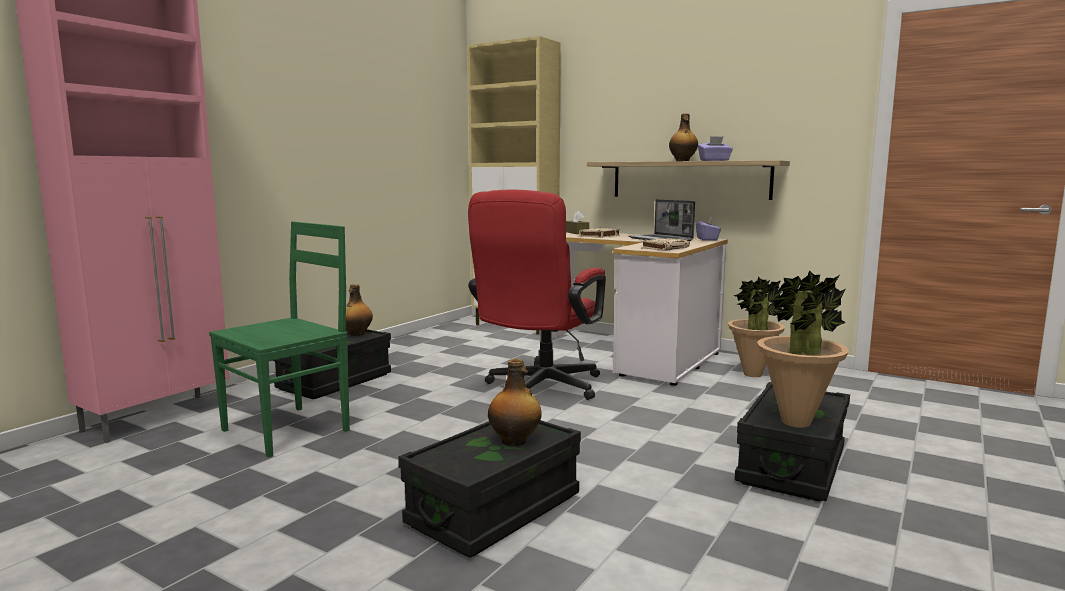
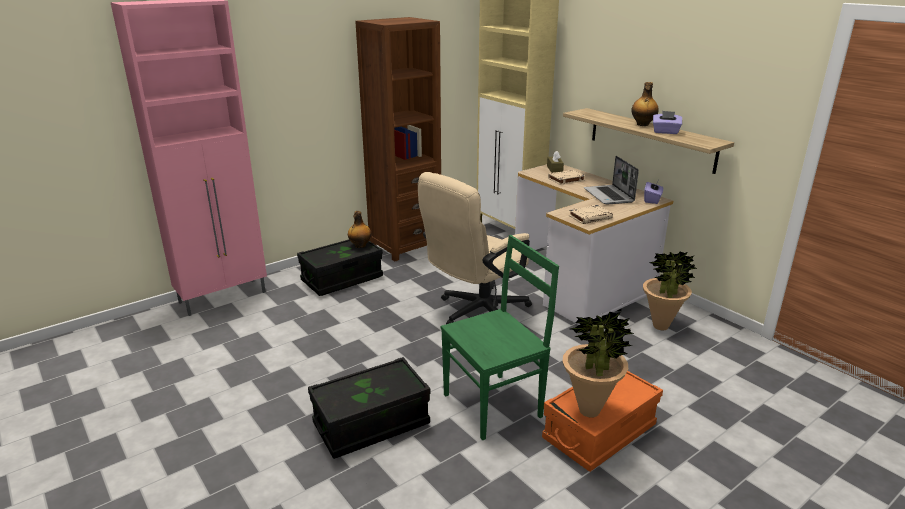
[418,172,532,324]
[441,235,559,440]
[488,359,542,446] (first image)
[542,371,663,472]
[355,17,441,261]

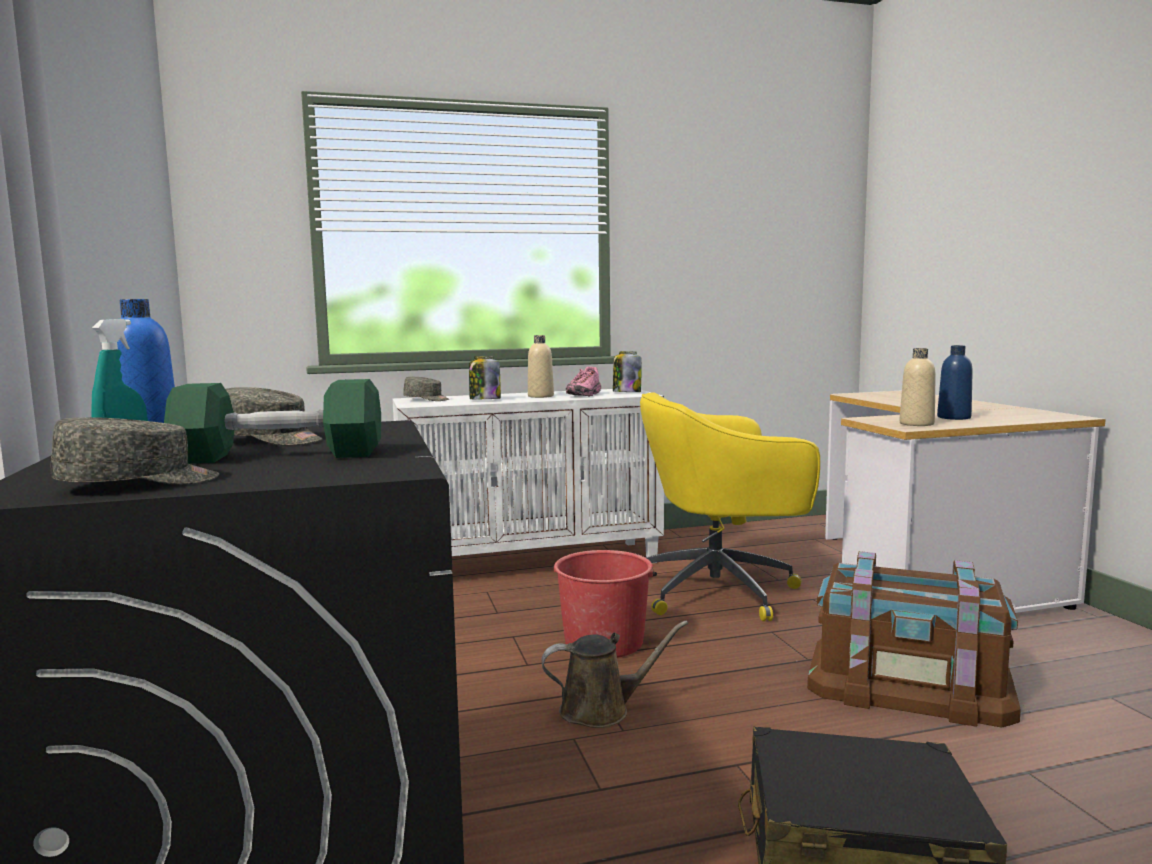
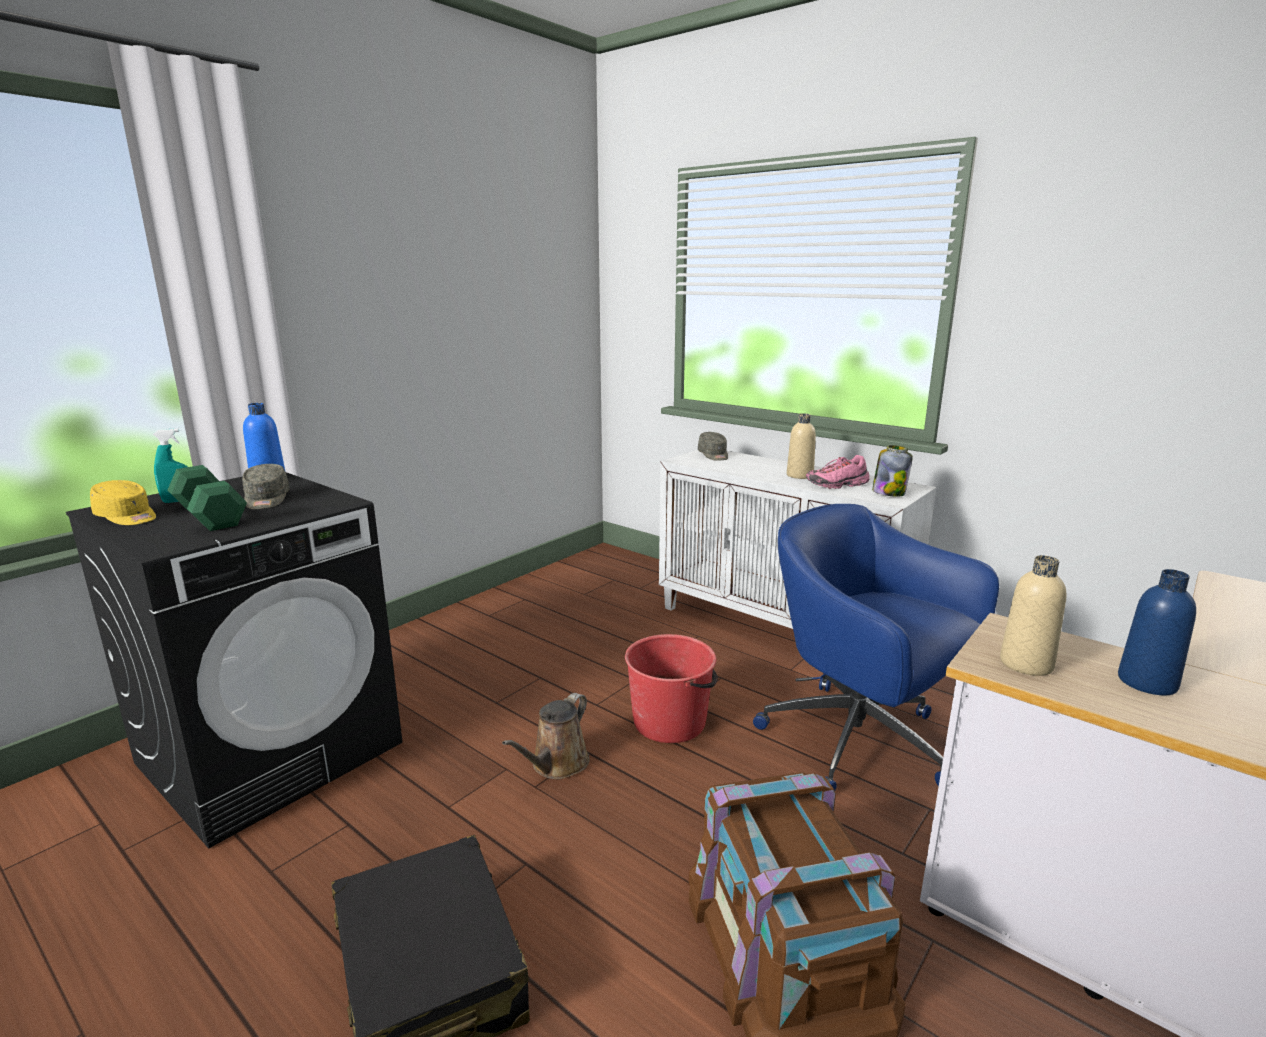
[469,356,501,399] (first image)
[753,504,999,790]
[90,480,156,525]
[502,693,590,779]

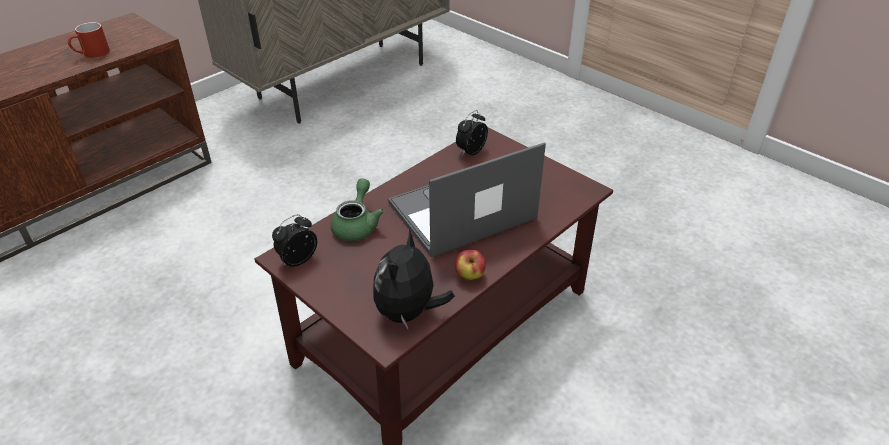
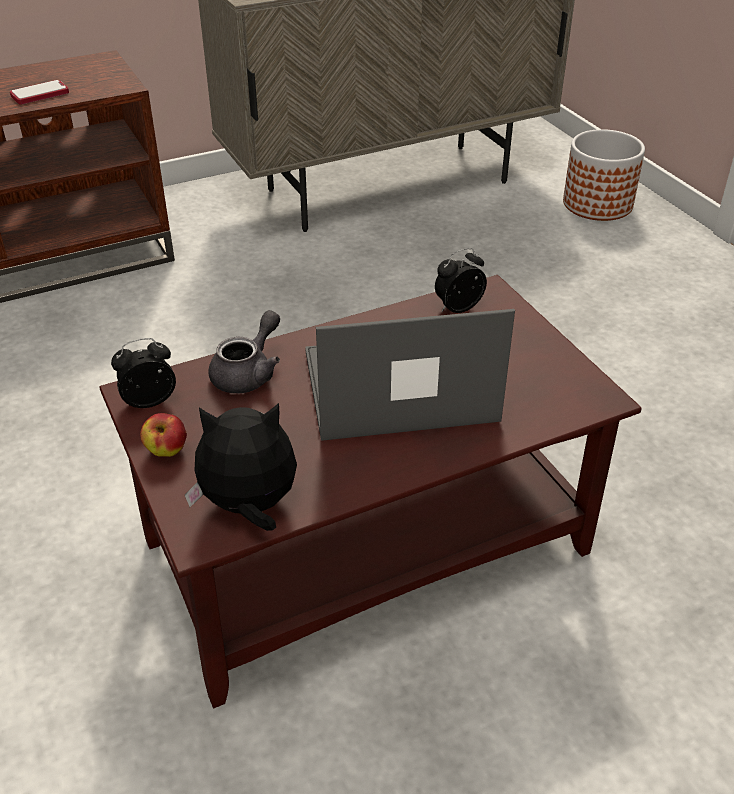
[10,80,69,104]
[209,310,280,393]
[185,403,297,531]
[140,413,187,457]
[563,129,645,221]

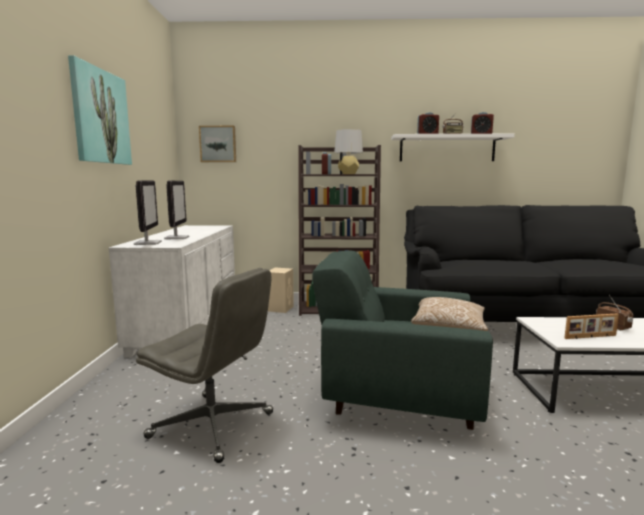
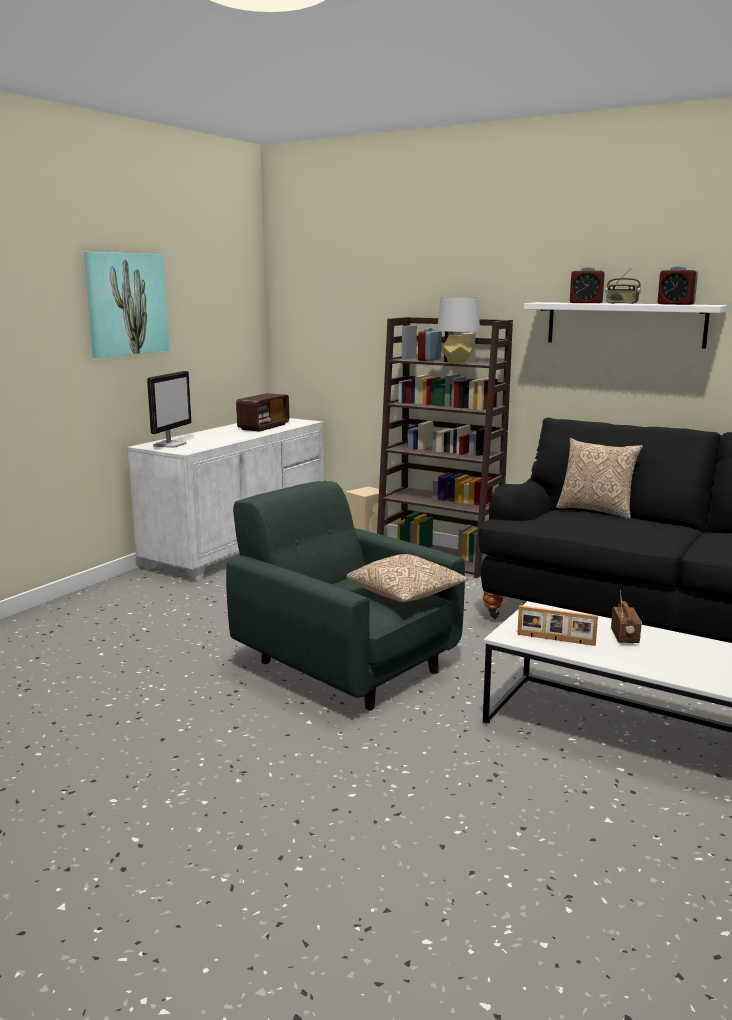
[199,126,236,162] (first image)
[164,181,189,239] (first image)
[136,268,273,463] (first image)
[236,393,289,432]
[556,438,643,519]

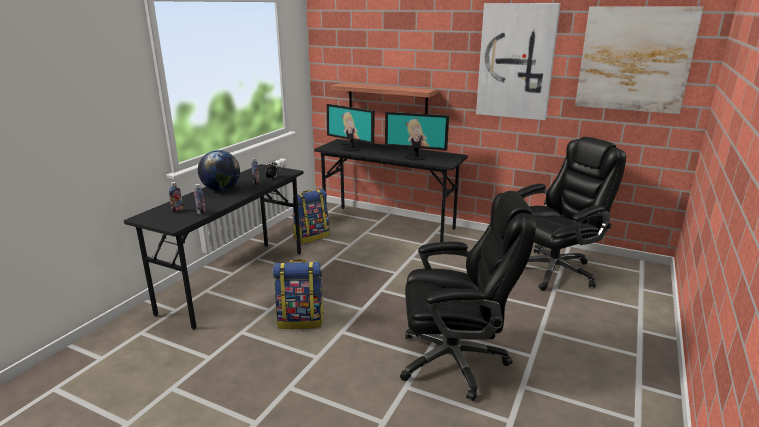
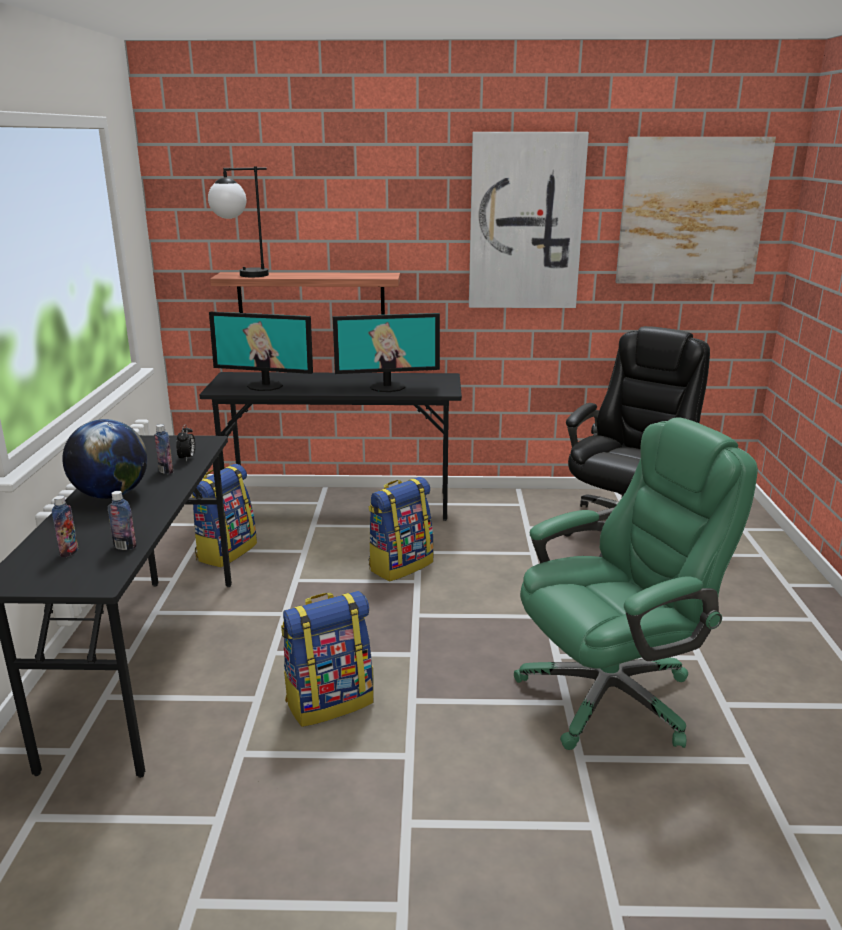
[514,417,758,750]
[208,166,269,277]
[368,477,434,581]

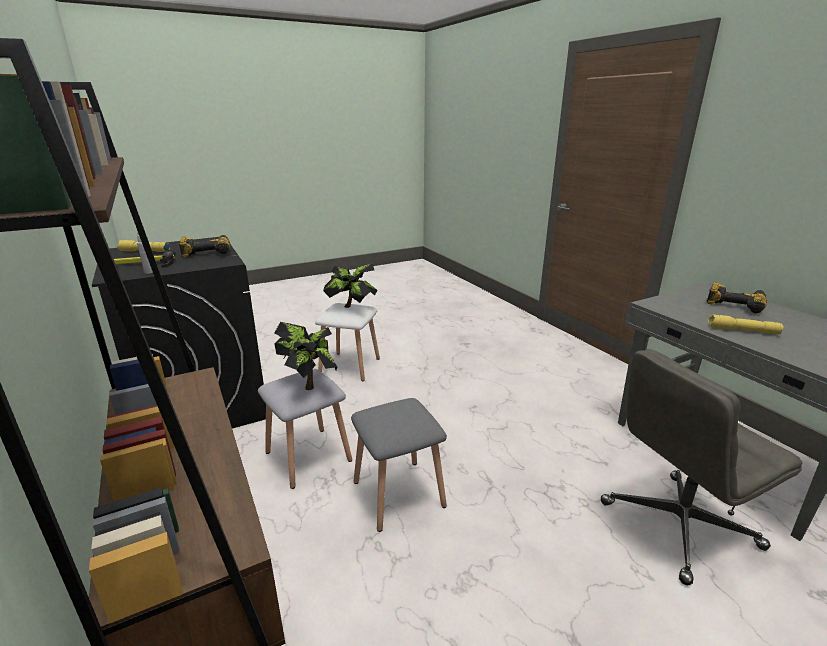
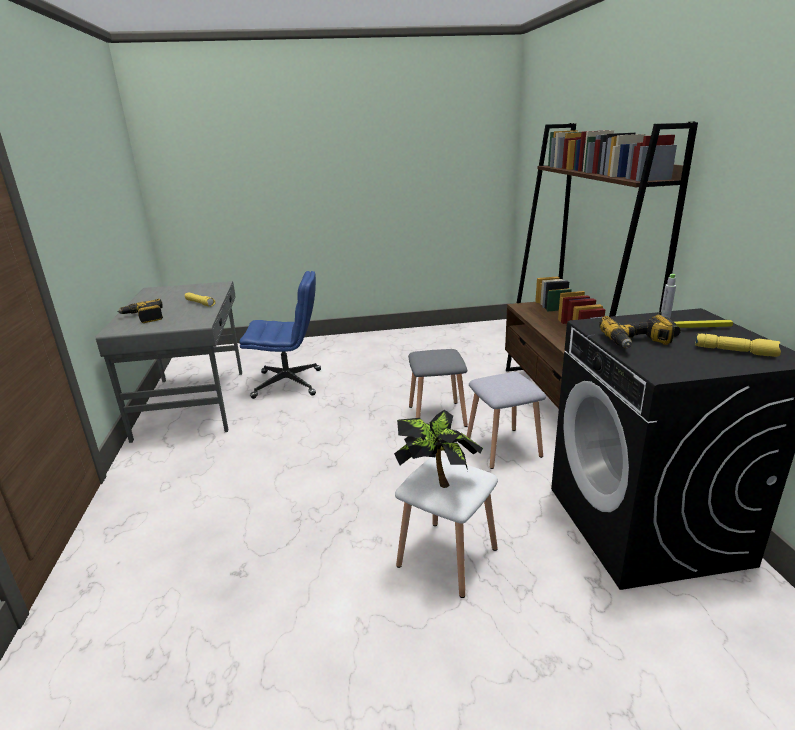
[274,322,337,390] (first image)
[240,271,321,399]

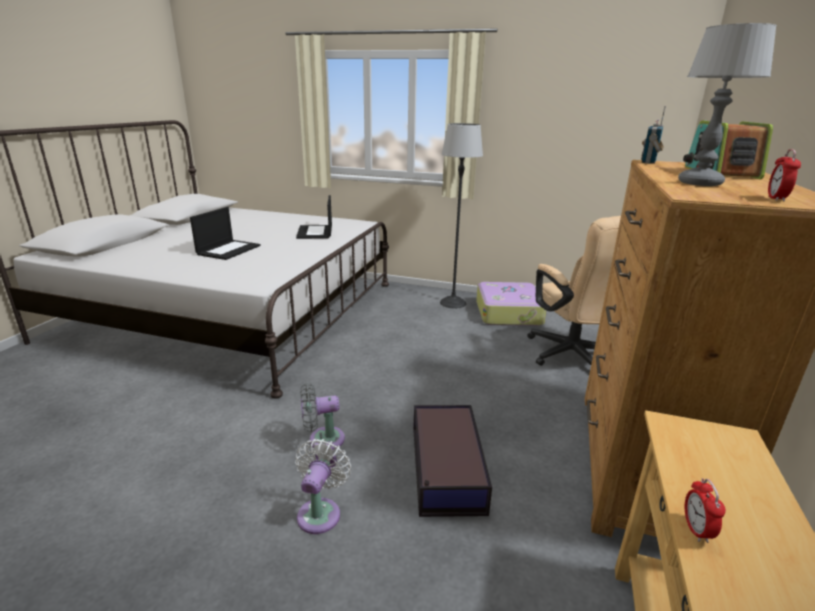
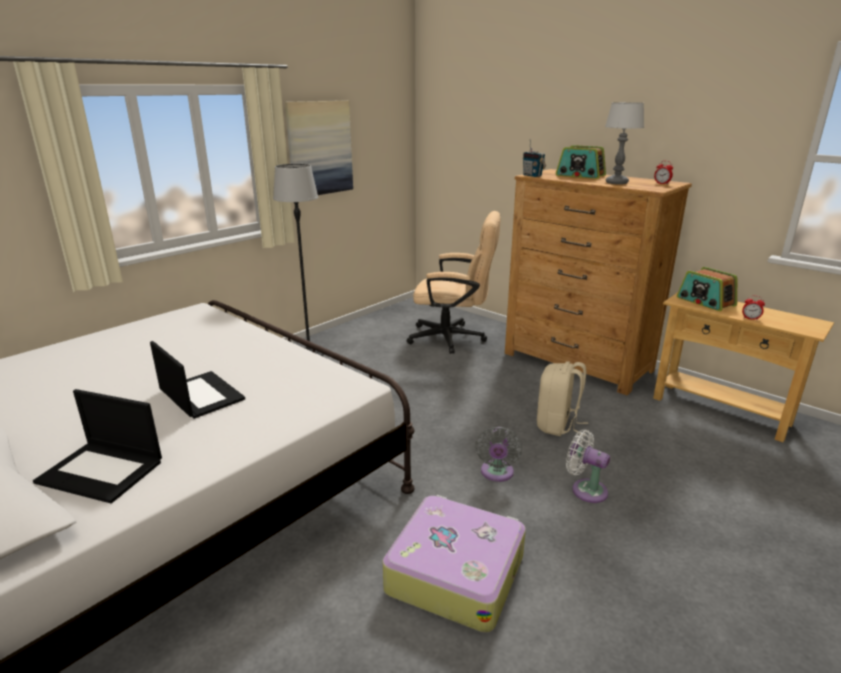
[33,389,162,503]
[382,495,526,633]
[537,361,588,436]
[285,101,353,195]
[677,267,737,311]

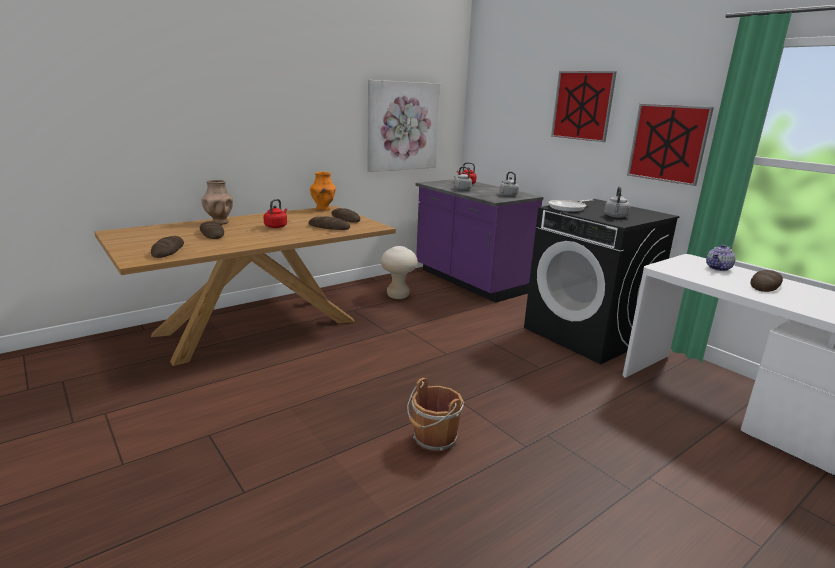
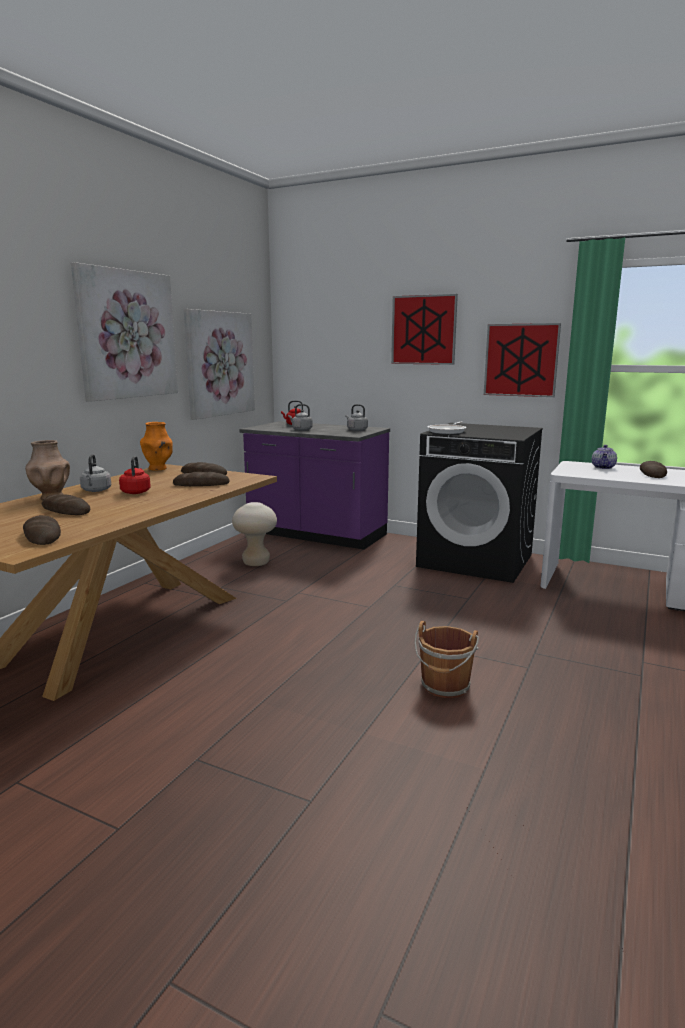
[80,454,111,492]
[71,262,178,402]

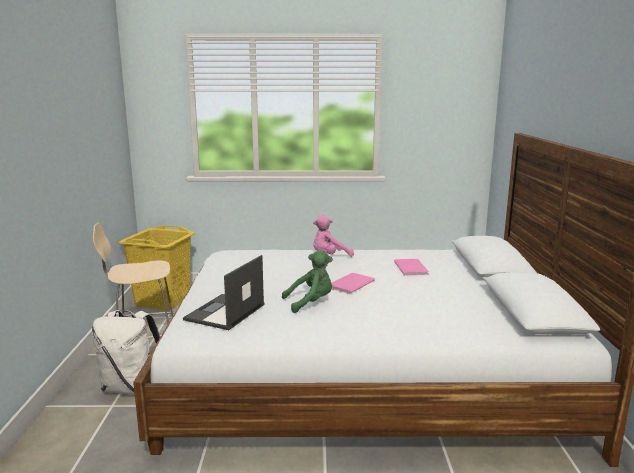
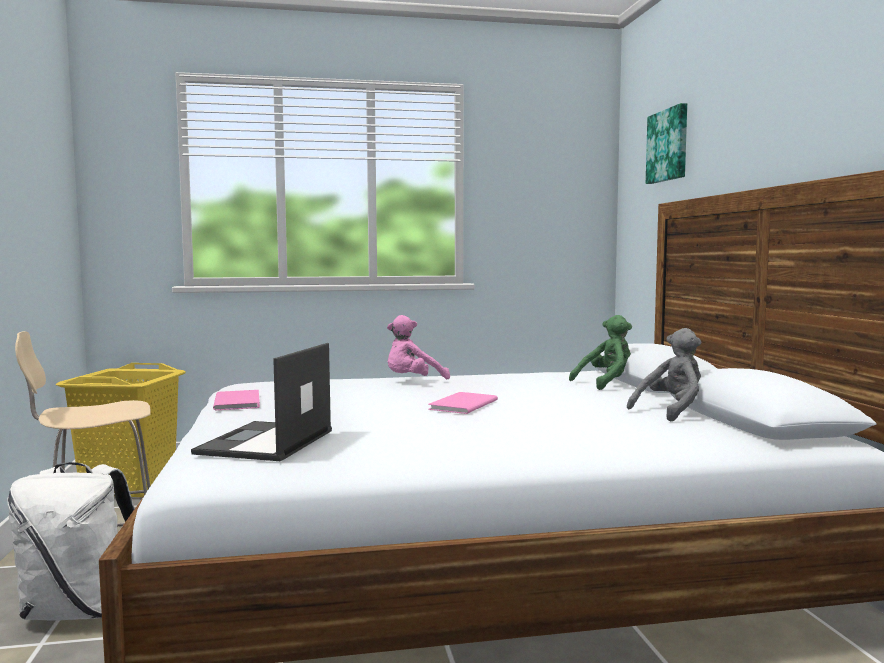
[569,315,632,390]
[213,390,260,410]
[646,103,687,184]
[627,328,701,422]

